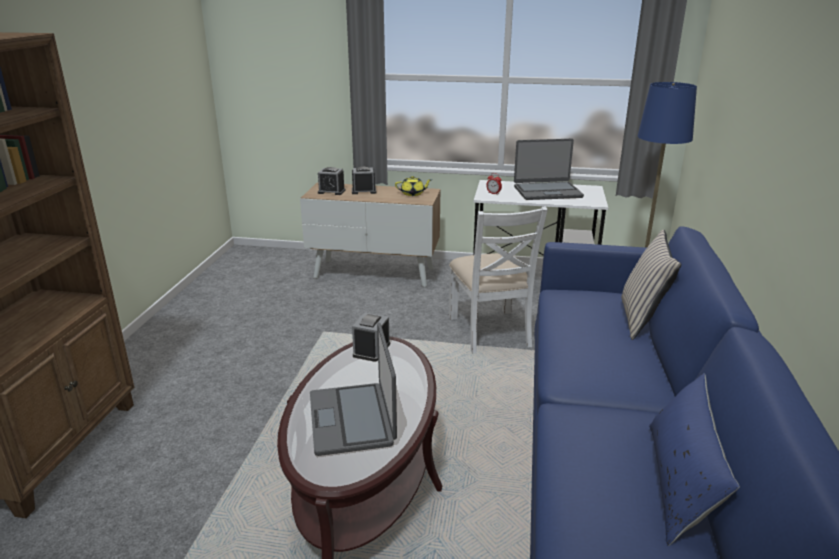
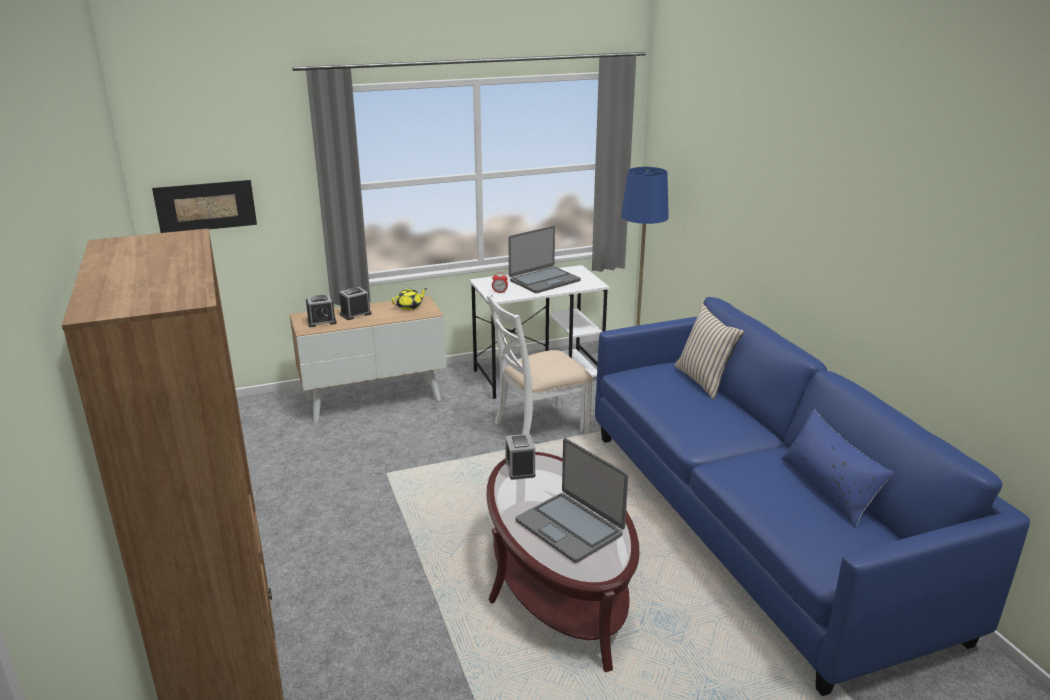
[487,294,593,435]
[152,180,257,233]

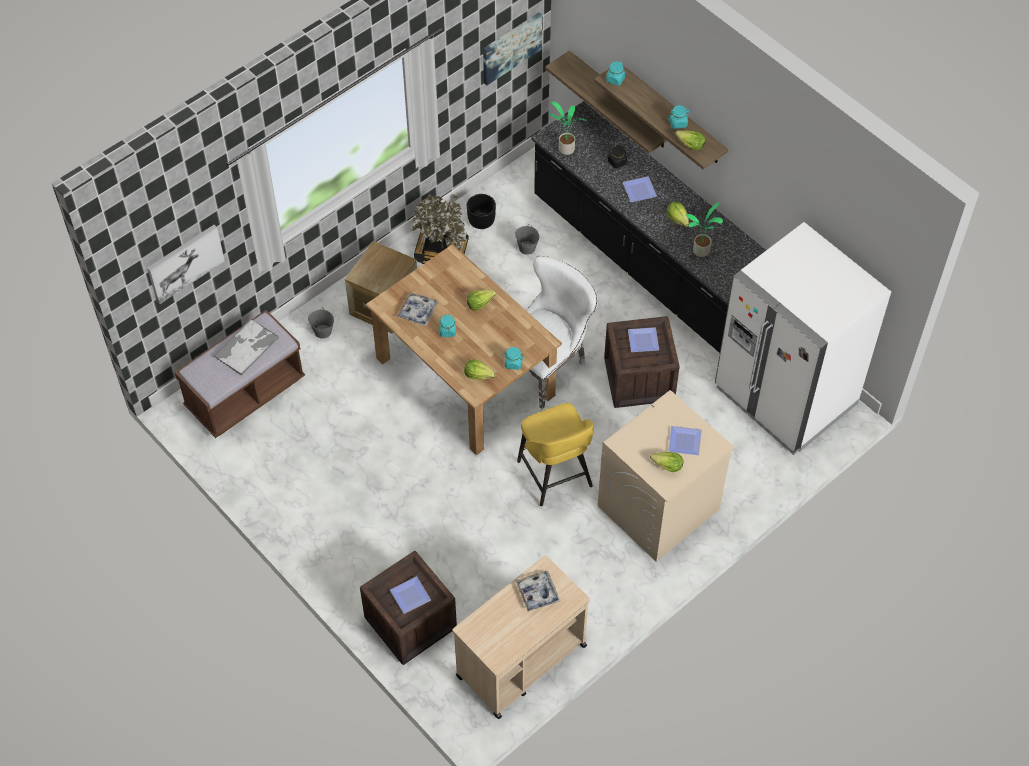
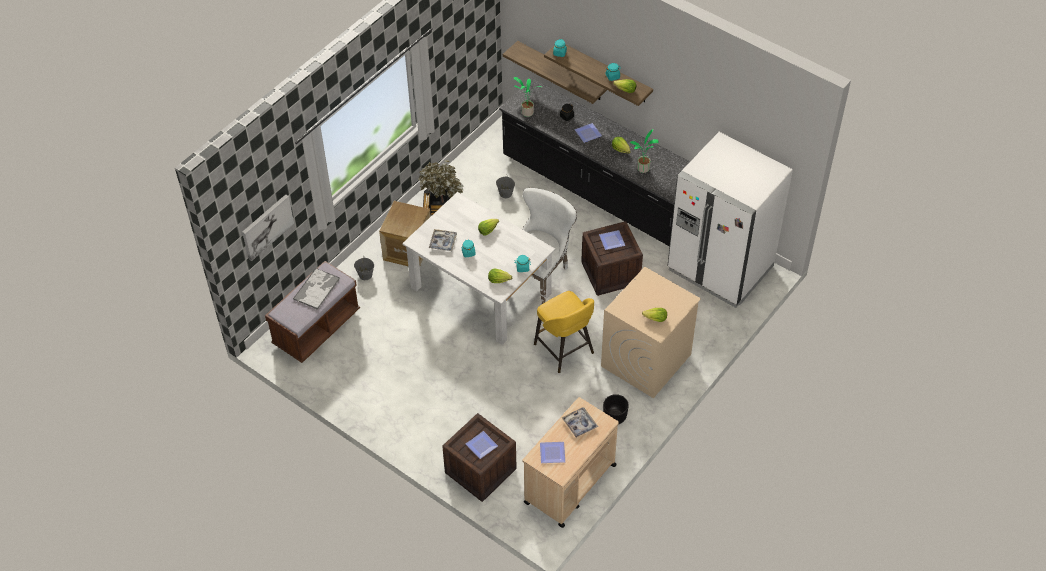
[483,12,542,85] (first image)
[603,394,629,424]
[402,192,555,345]
[540,442,565,463]

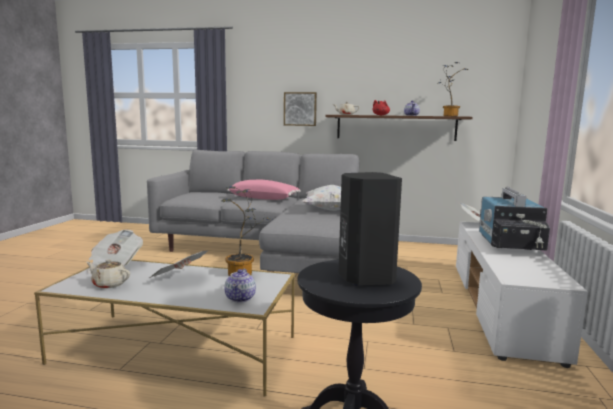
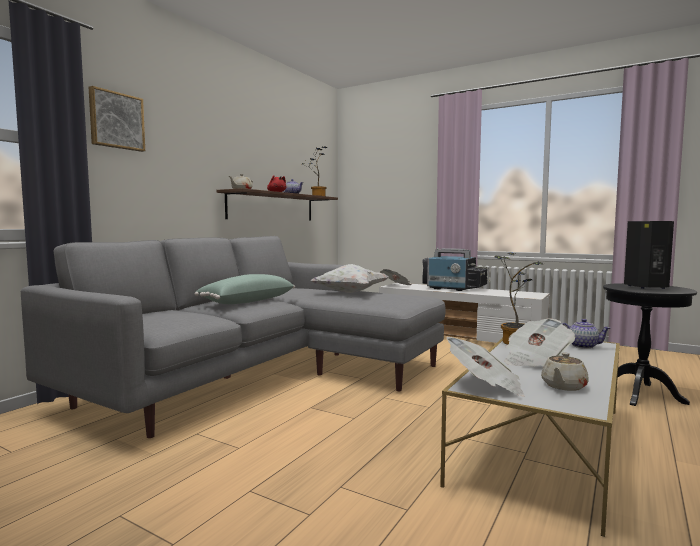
[89,86,145,152]
[194,274,295,304]

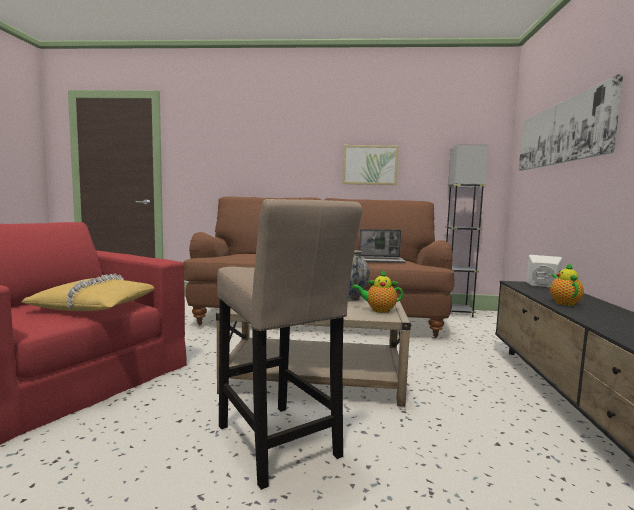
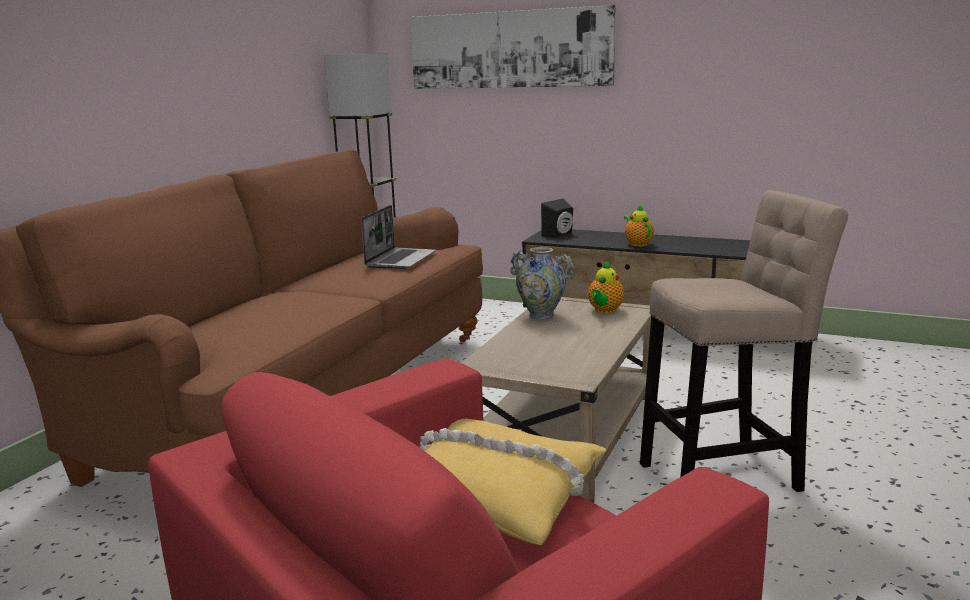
[343,145,398,185] (first image)
[541,199,573,237]
[624,205,654,247]

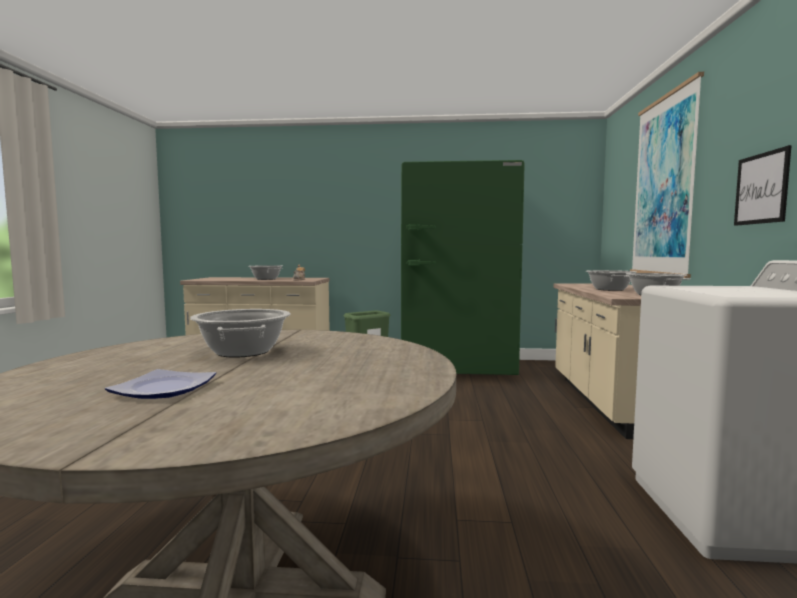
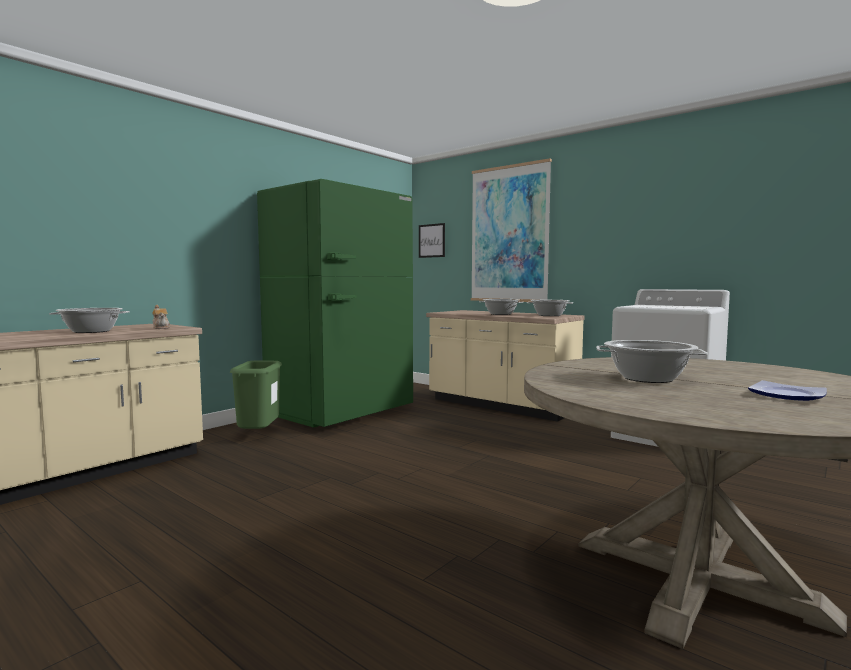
[419,223,445,258]

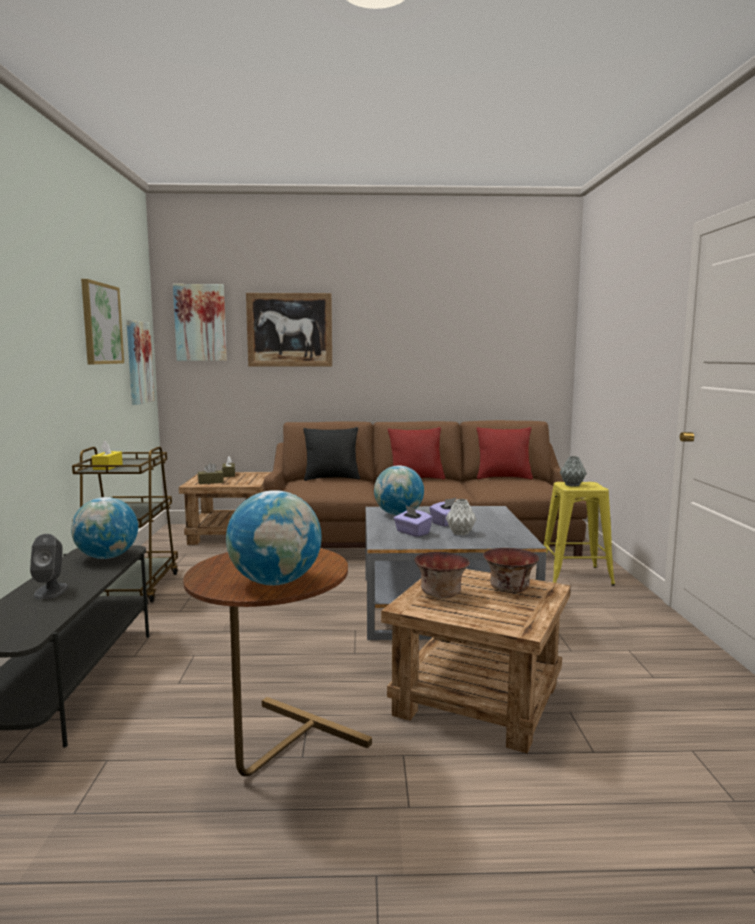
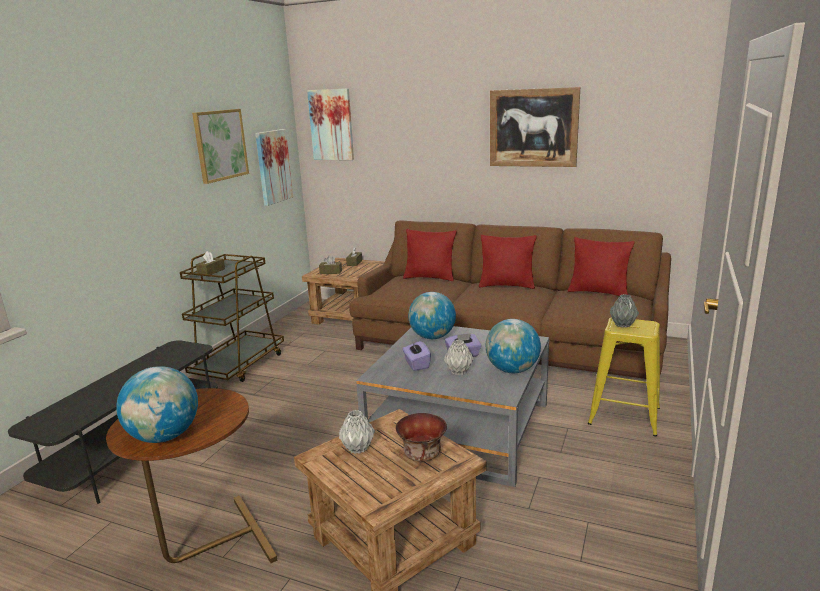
[490,87,580,167]
[403,229,456,281]
[196,251,225,275]
[486,319,541,373]
[30,534,68,599] (first image)
[339,410,375,454]

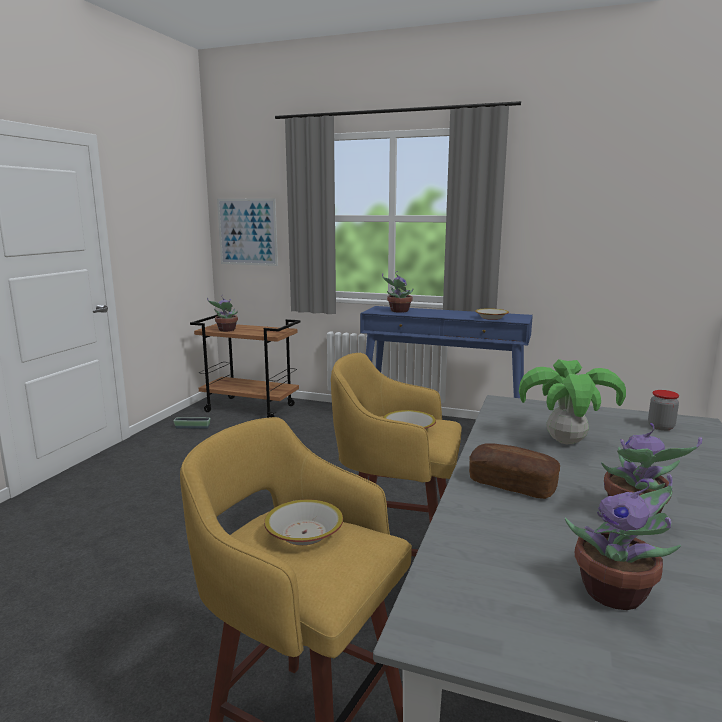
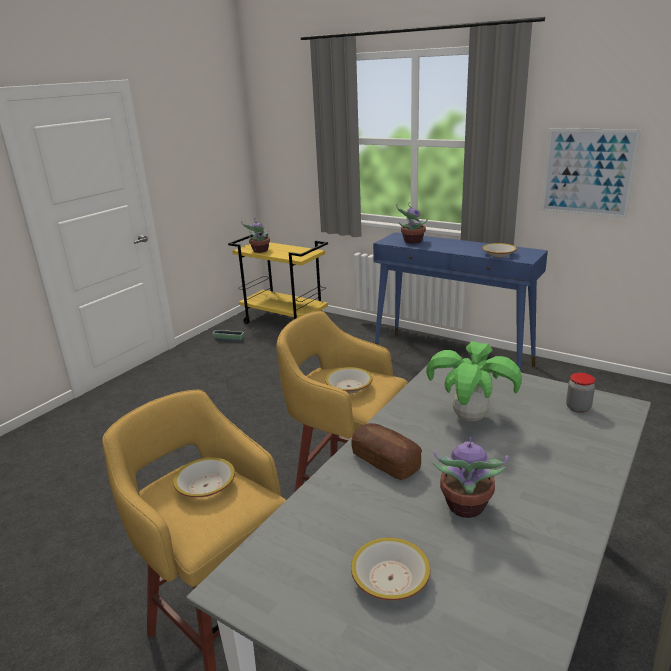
[541,128,641,218]
[228,233,328,324]
[351,538,431,600]

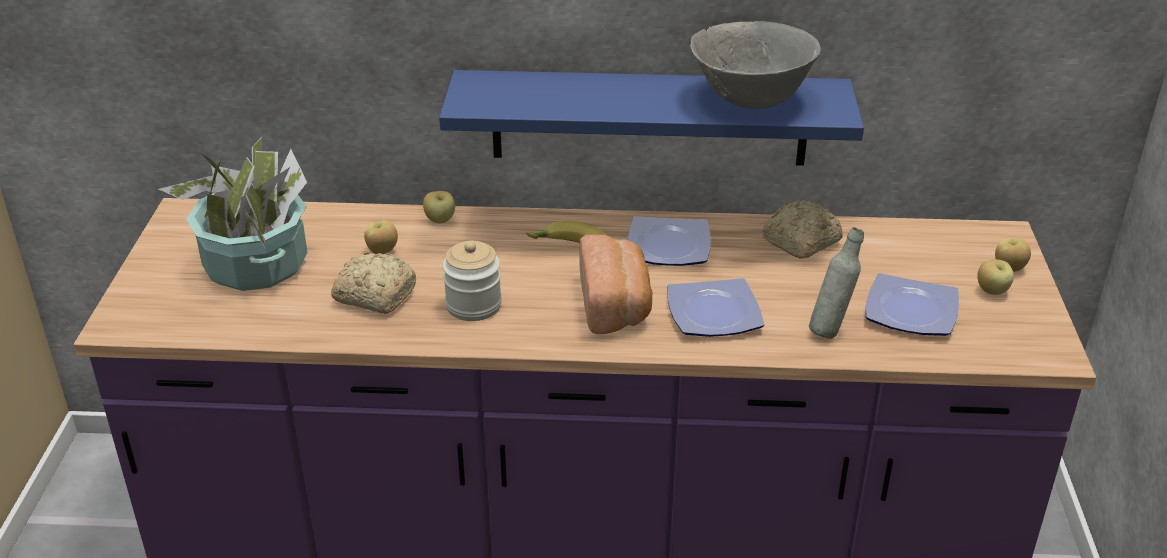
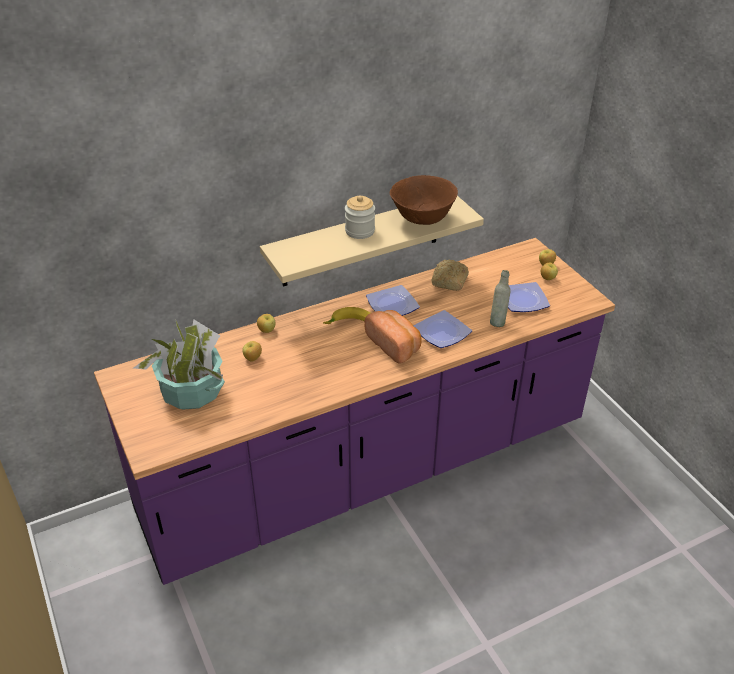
[390,175,458,225]
[260,196,484,287]
[345,195,375,239]
[331,252,416,314] (first image)

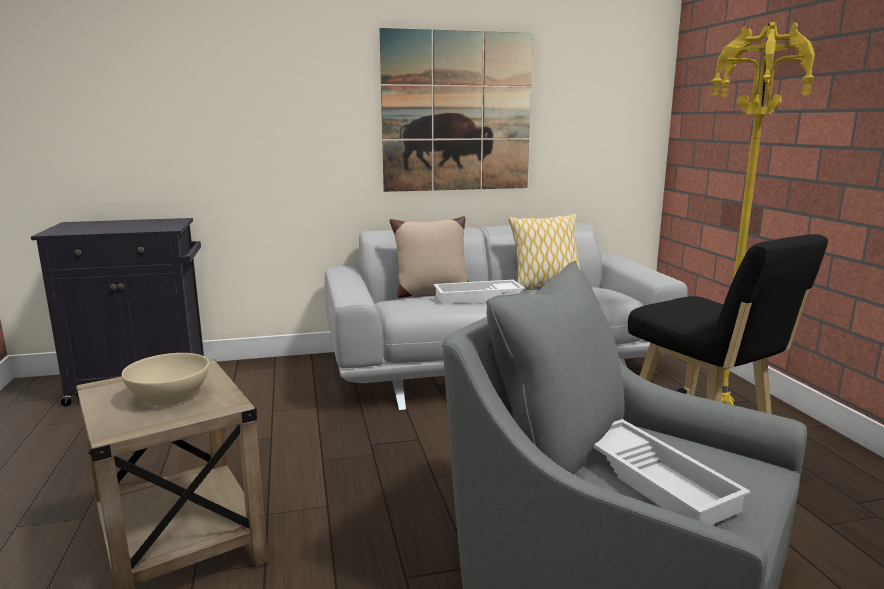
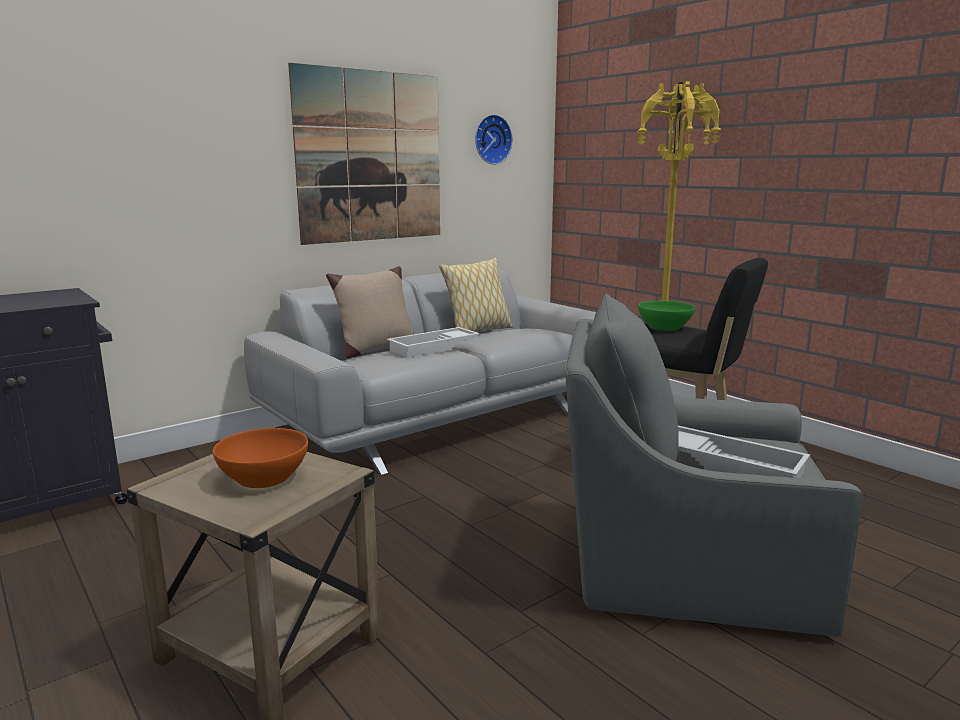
[213,428,308,488]
[475,114,512,165]
[638,301,695,330]

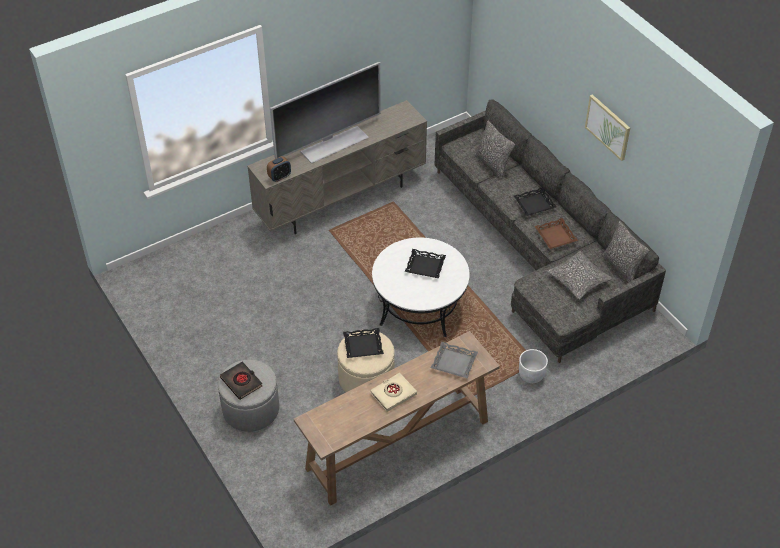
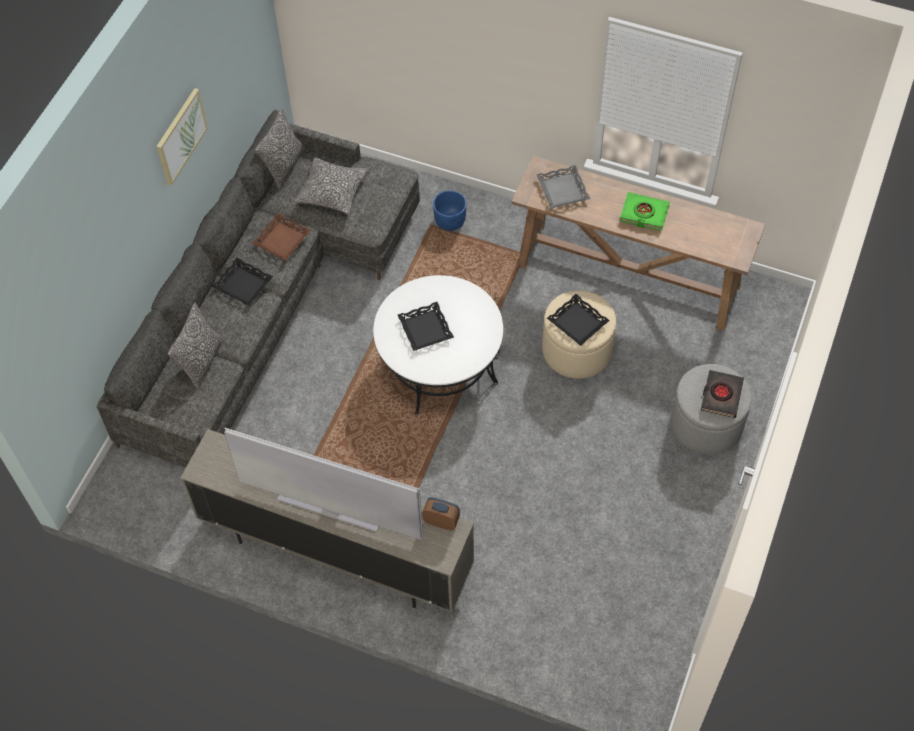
[433,190,466,231]
[620,192,670,231]

